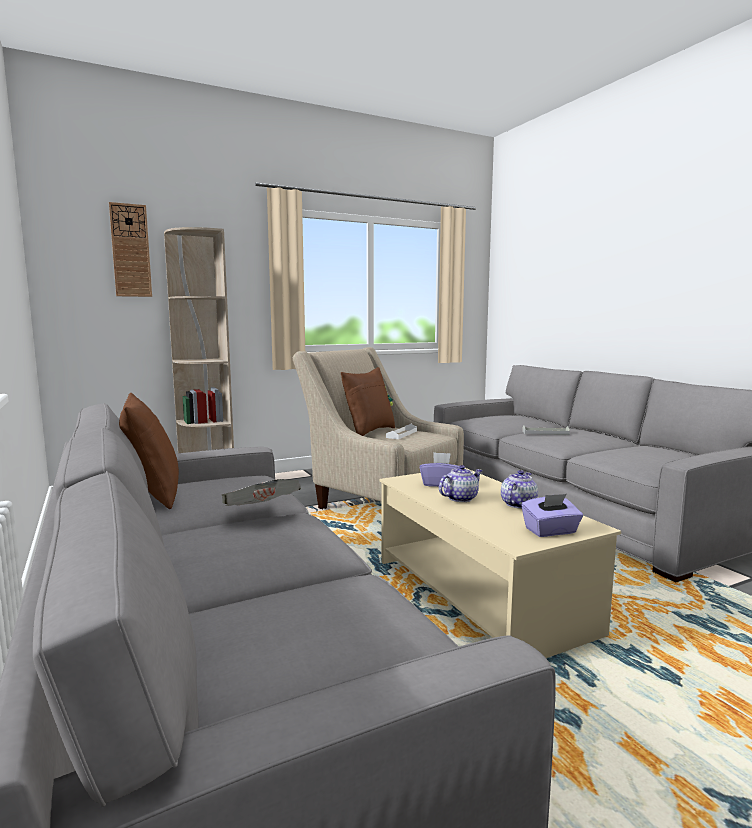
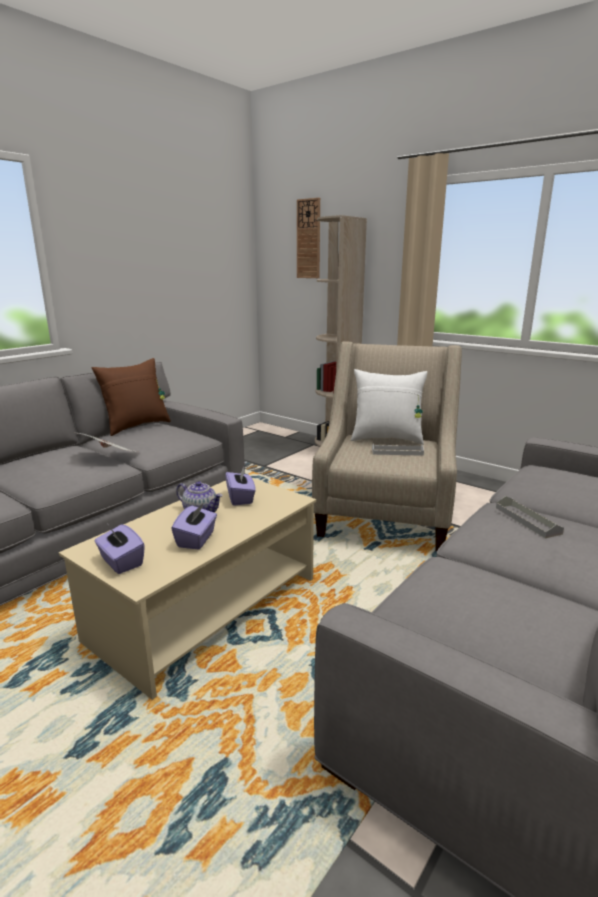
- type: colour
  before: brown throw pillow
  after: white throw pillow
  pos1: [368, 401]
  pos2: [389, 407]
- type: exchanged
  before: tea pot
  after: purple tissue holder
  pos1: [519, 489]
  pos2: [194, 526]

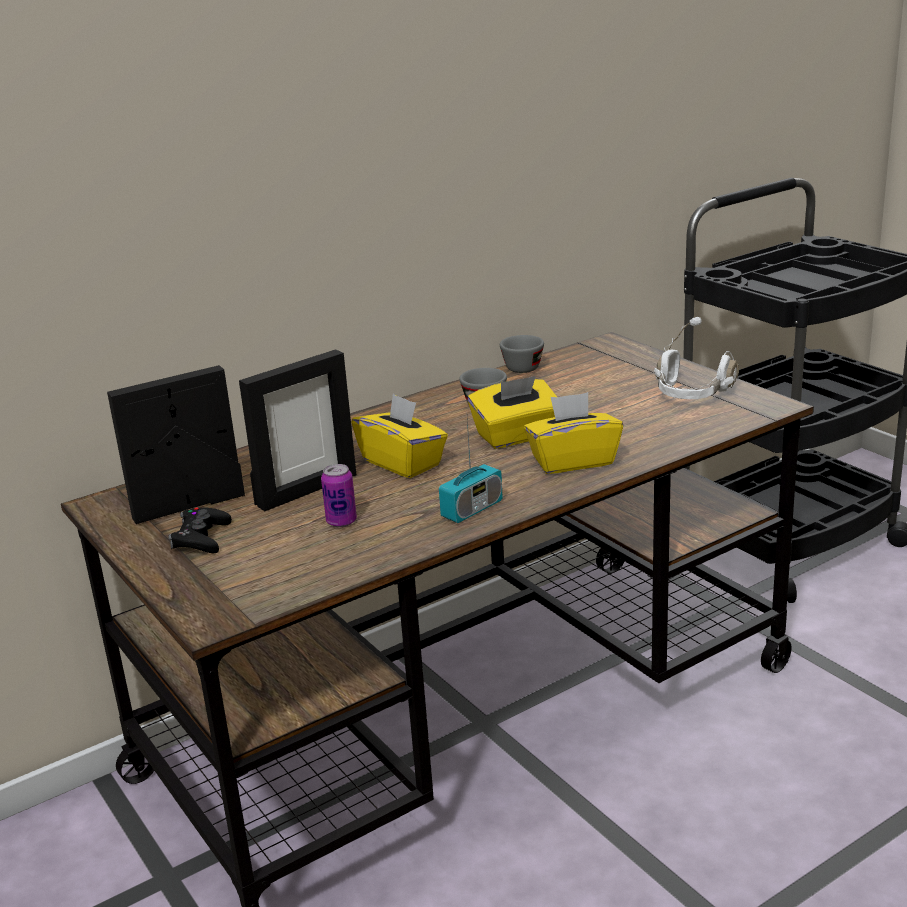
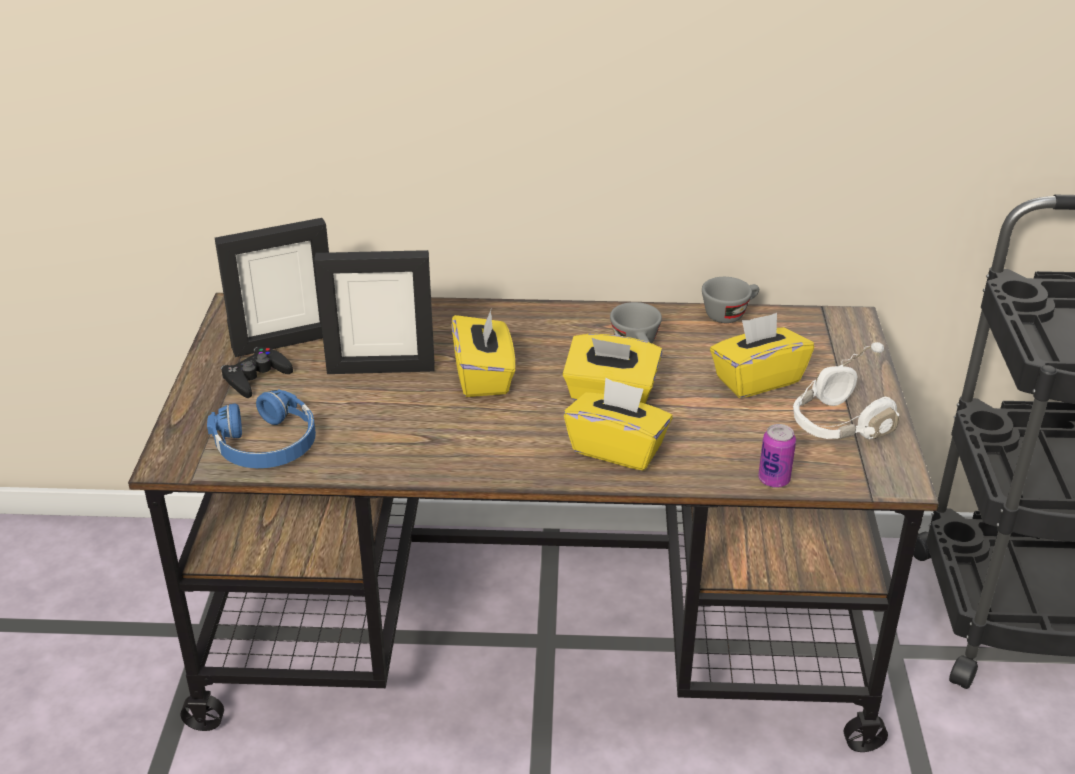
- type: spun
  before: photo frame
  pos1: [176, 444]
  pos2: [272, 287]
  turn: 150
- type: relocated
  before: can
  pos1: [339, 495]
  pos2: [777, 456]
- type: missing
  before: radio receiver
  pos1: [471, 471]
- type: appeared
  after: bluish headset
  pos2: [261, 429]
- type: appeared
  after: yellowish tissue holder
  pos2: [762, 355]

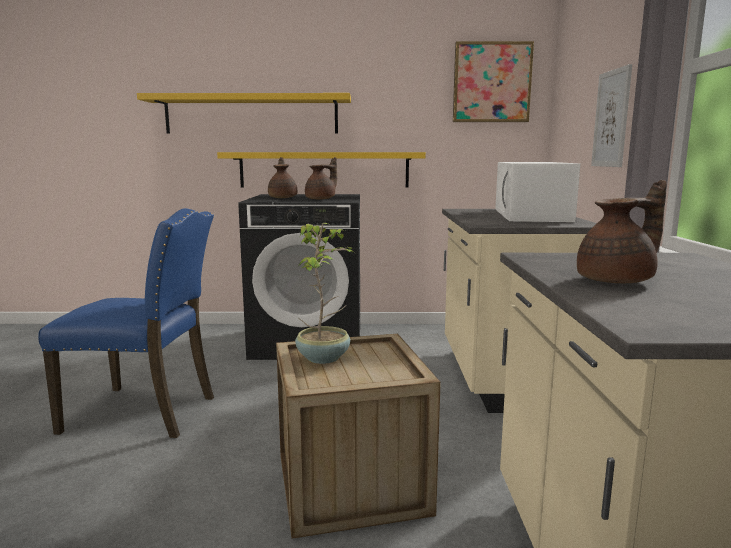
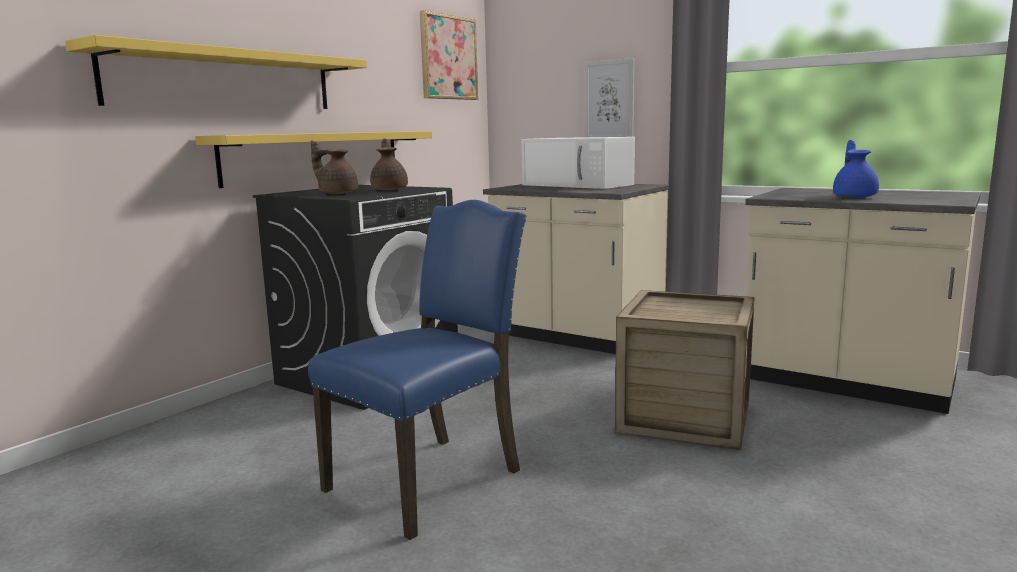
- type: missing
  before: houseplant
  pos1: [324, 293]
- type: colour
  before: brown tea pot
  after: bluish tea pot
  pos1: [622, 231]
  pos2: [856, 169]

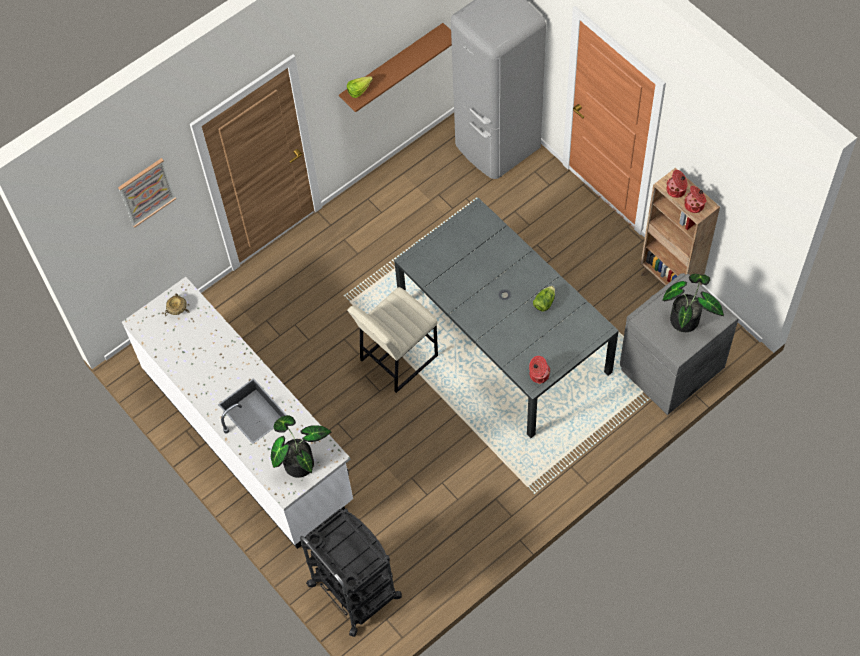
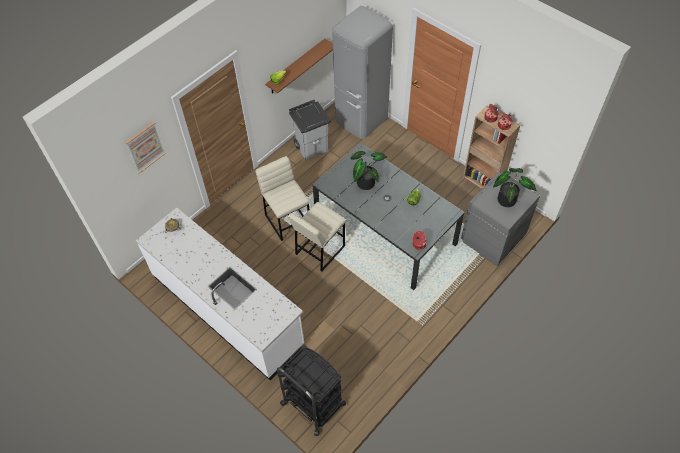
- type: relocated
  before: houseplant
  pos1: [301, 446]
  pos2: [369, 170]
- type: appeared
  after: beige-coloured plain chair
  pos2: [282, 198]
- type: appeared
  after: greyish trash can
  pos2: [310, 130]

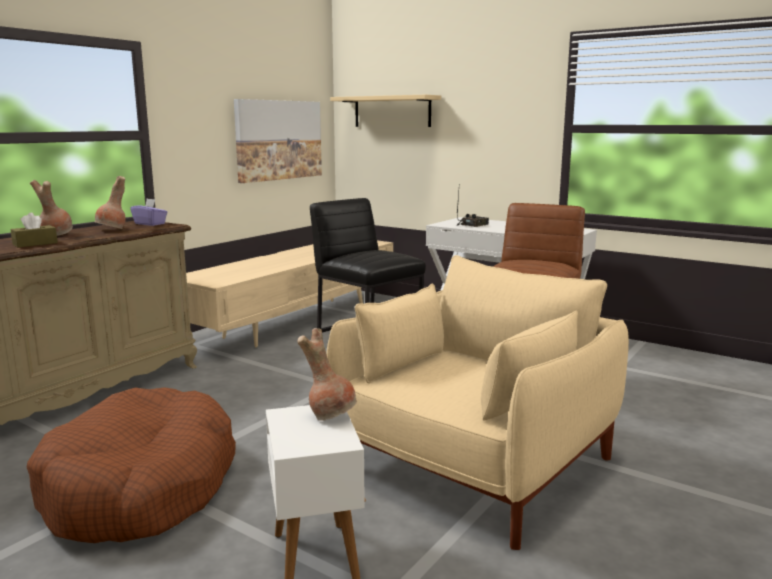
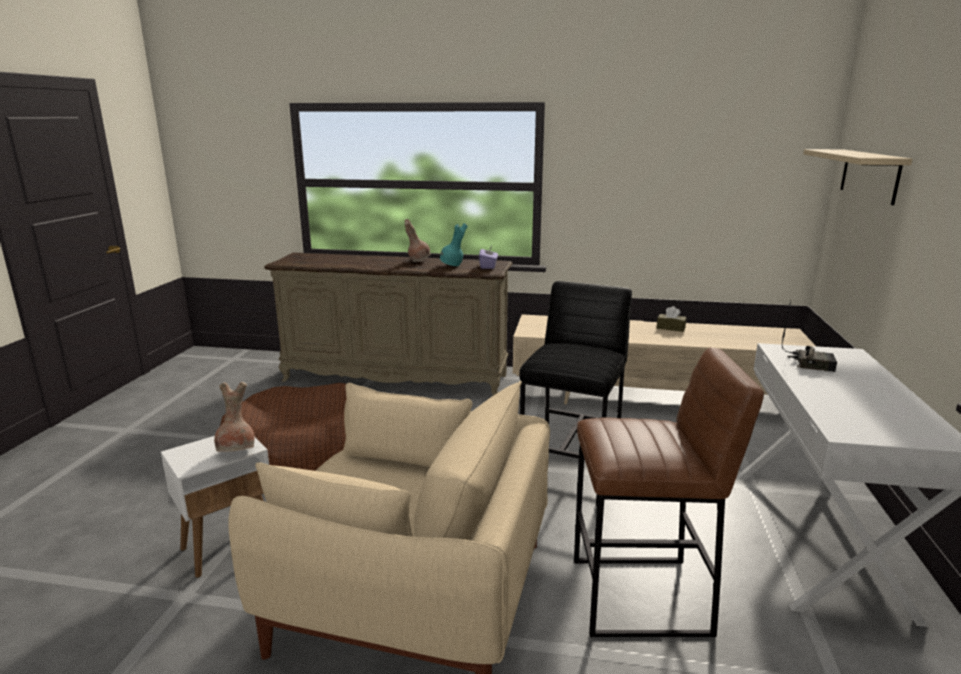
- type: relocated
  before: brown tissue holder
  pos1: [34, 230]
  pos2: [672, 319]
- type: colour
  before: brown decorative vase
  after: turquoise-coloured decorative vase
  pos1: [110, 202]
  pos2: [454, 244]
- type: missing
  before: wall picture
  pos1: [278, 141]

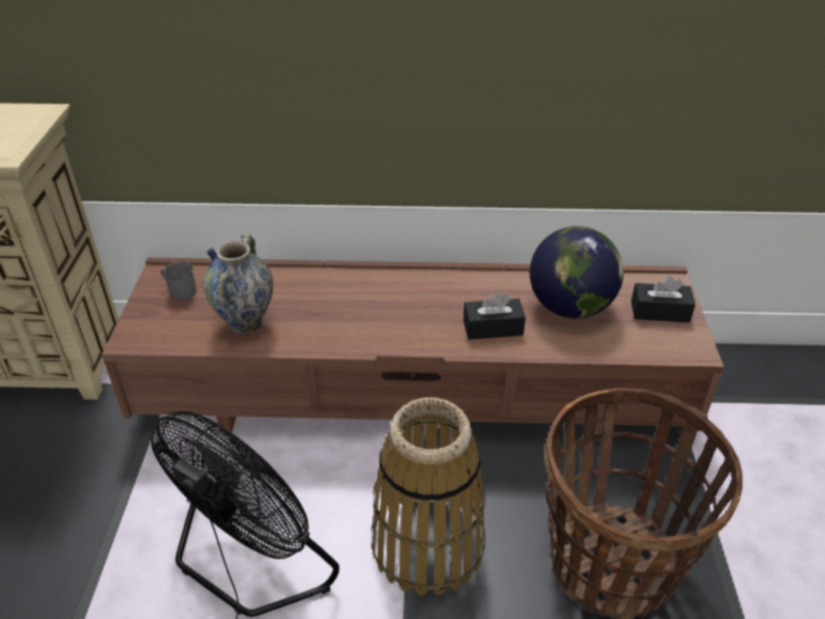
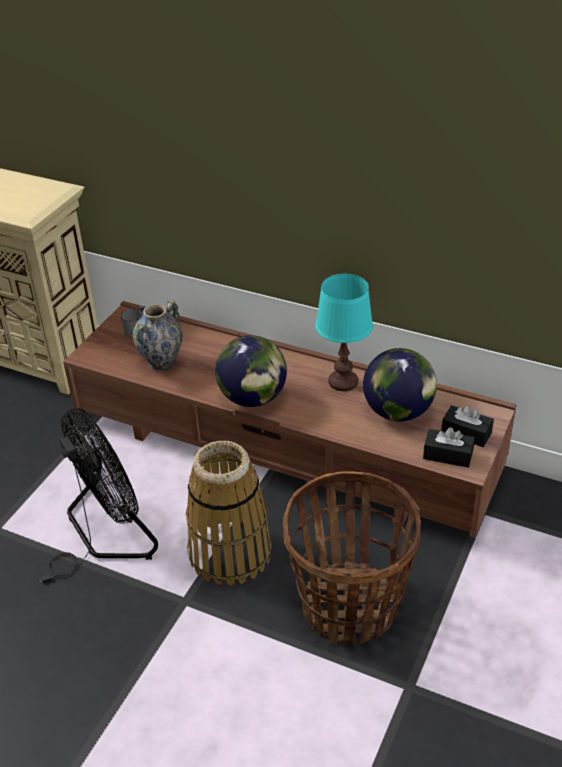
- type: relocated
  before: blackish tissue holder
  pos1: [494, 316]
  pos2: [449, 447]
- type: appeared
  after: world globe
  pos2: [251, 371]
- type: appeared
  after: turquoise-coloured table lamp
  pos2: [344, 332]

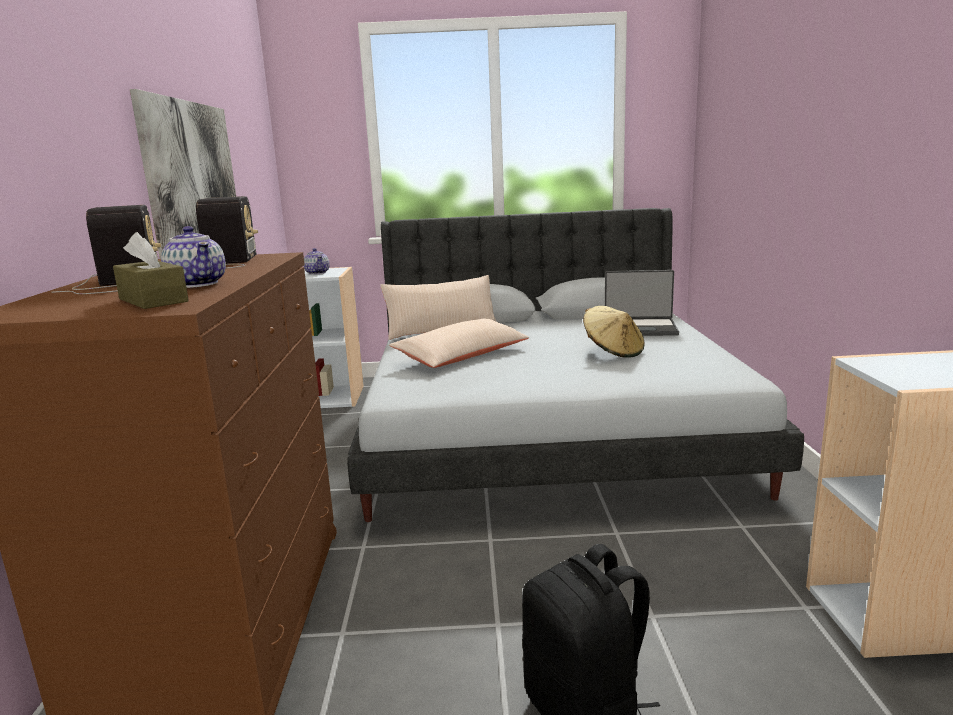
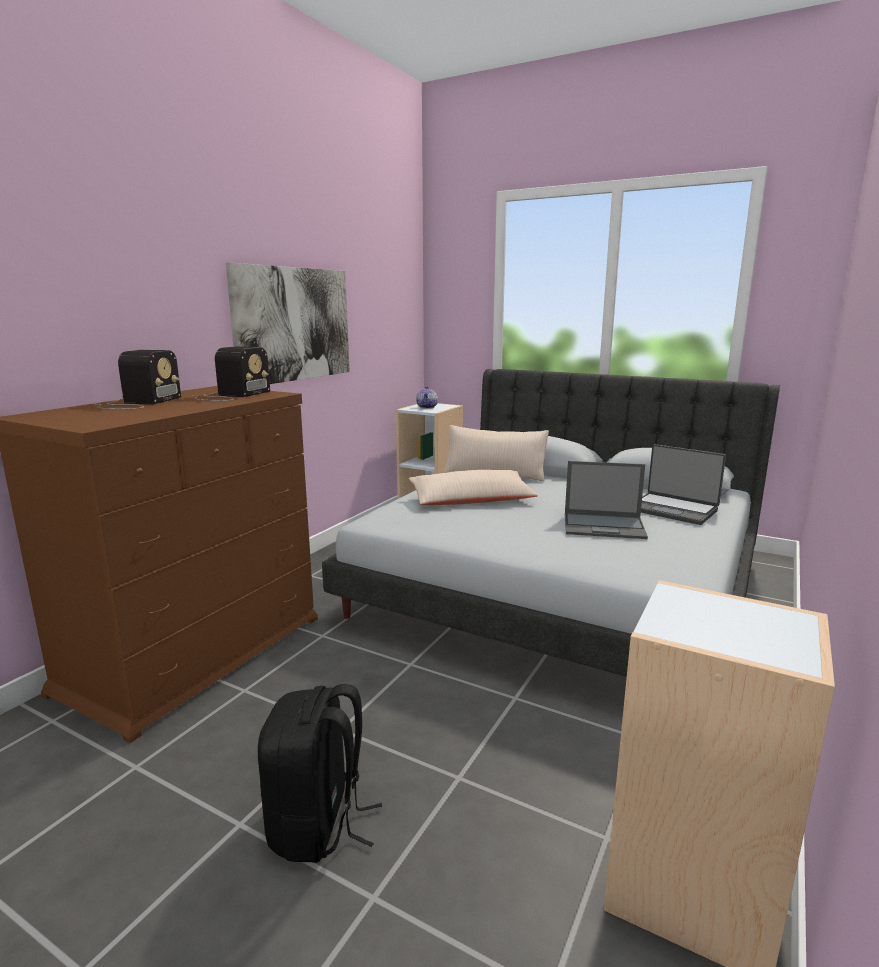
- type: missing
  before: brown tissue holder
  pos1: [151, 270]
- type: missing
  before: tea pot
  pos1: [193, 257]
- type: exchanged
  before: beige-coloured wearable hat
  after: notebook computer
  pos1: [614, 332]
  pos2: [606, 500]

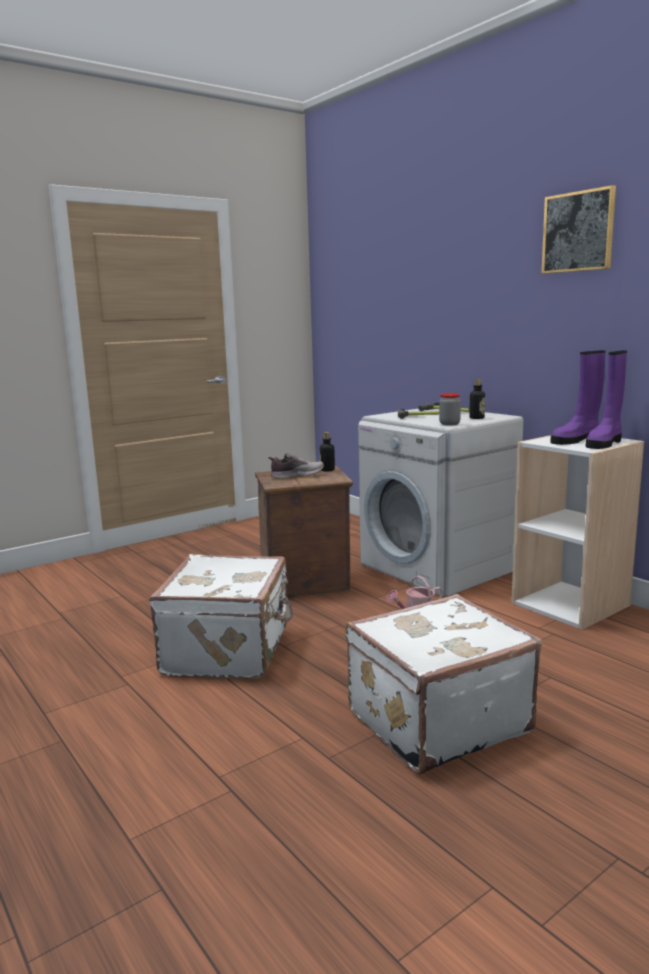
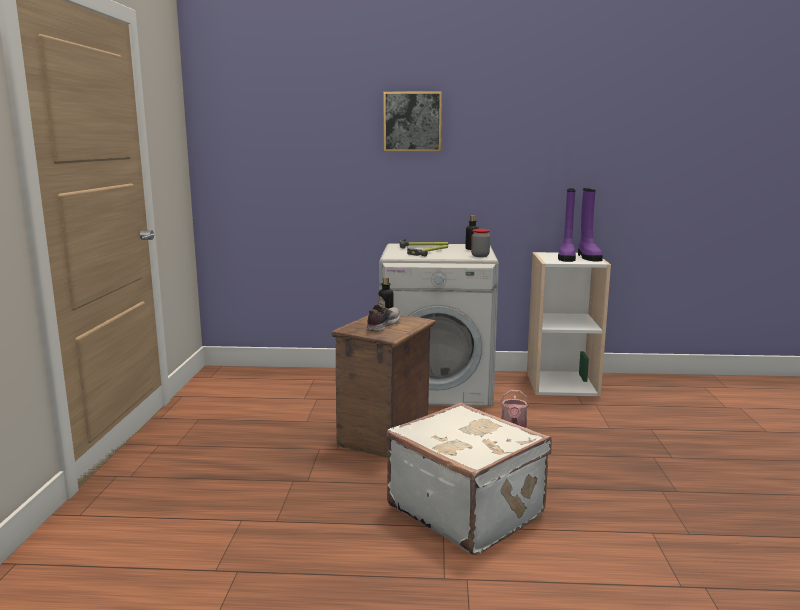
- type: missing
  before: white travel case
  pos1: [444, 684]
- type: relocated
  before: wall picture
  pos1: [578, 229]
  pos2: [412, 121]

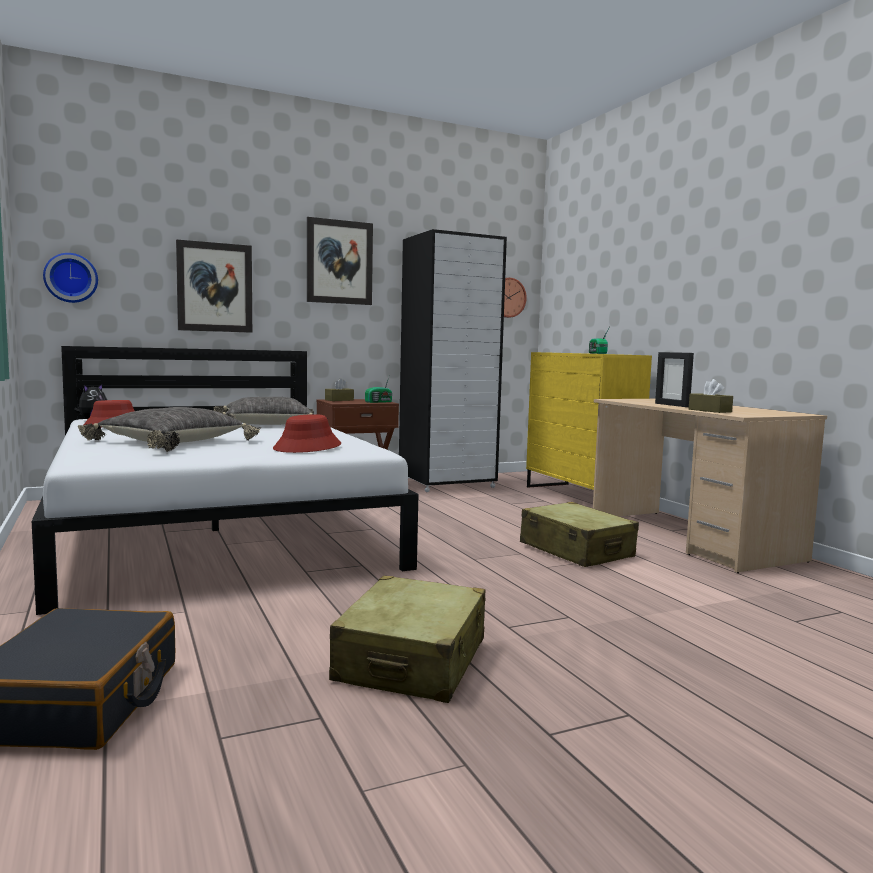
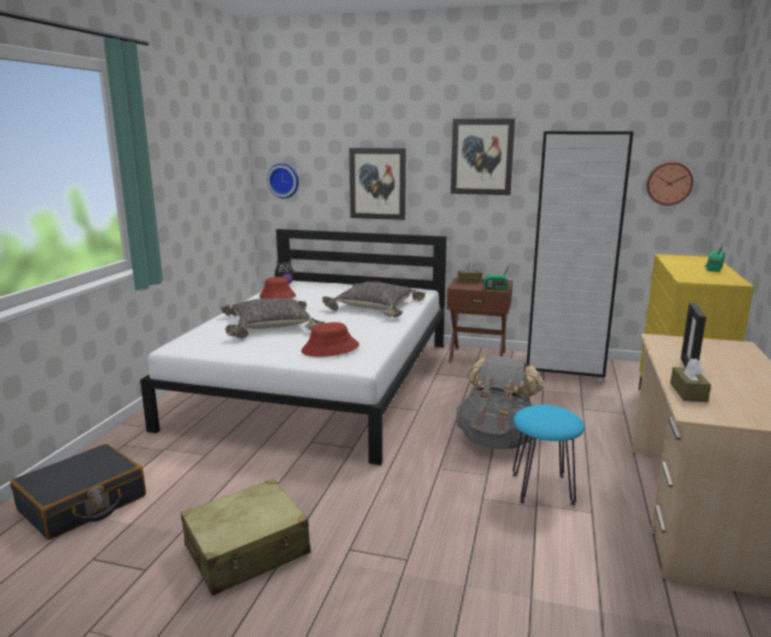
- type: exchanged
  before: beige-coloured travel case
  after: turquoise-coloured sitting stool
  pos1: [579, 534]
  pos2: [548, 455]
- type: appeared
  after: greyish knapsack
  pos2: [500, 402]

